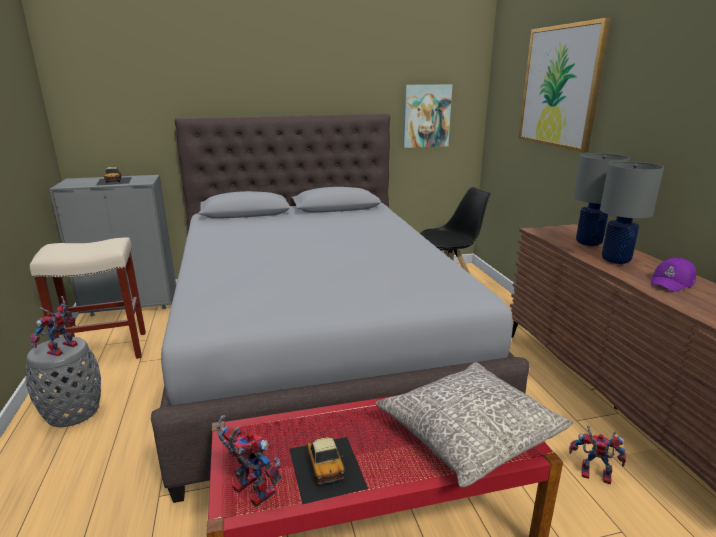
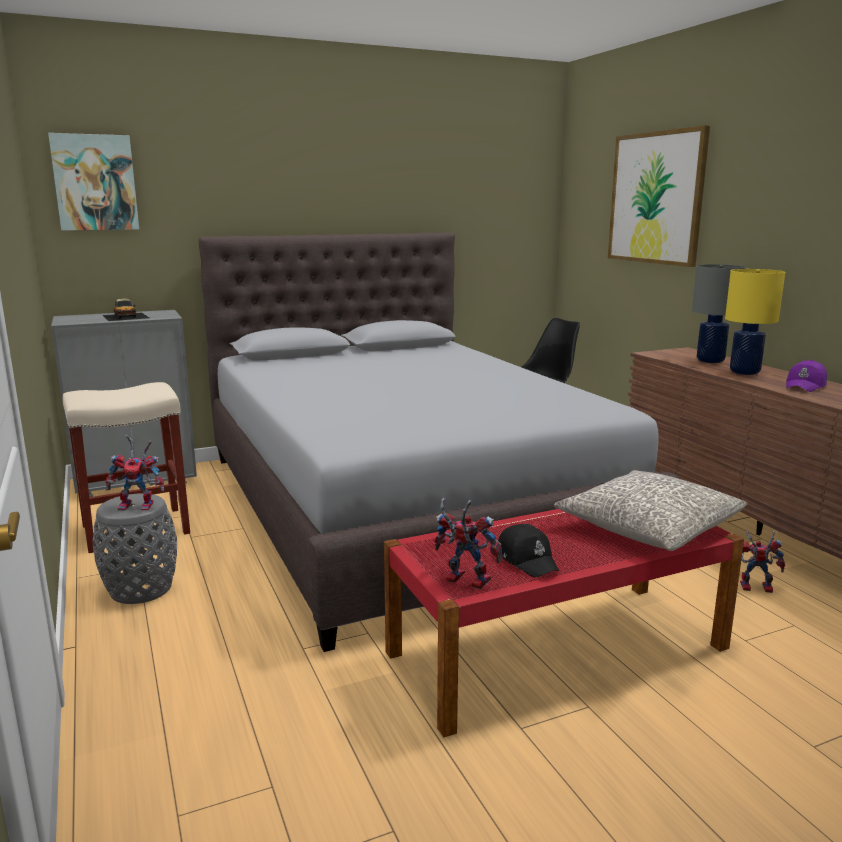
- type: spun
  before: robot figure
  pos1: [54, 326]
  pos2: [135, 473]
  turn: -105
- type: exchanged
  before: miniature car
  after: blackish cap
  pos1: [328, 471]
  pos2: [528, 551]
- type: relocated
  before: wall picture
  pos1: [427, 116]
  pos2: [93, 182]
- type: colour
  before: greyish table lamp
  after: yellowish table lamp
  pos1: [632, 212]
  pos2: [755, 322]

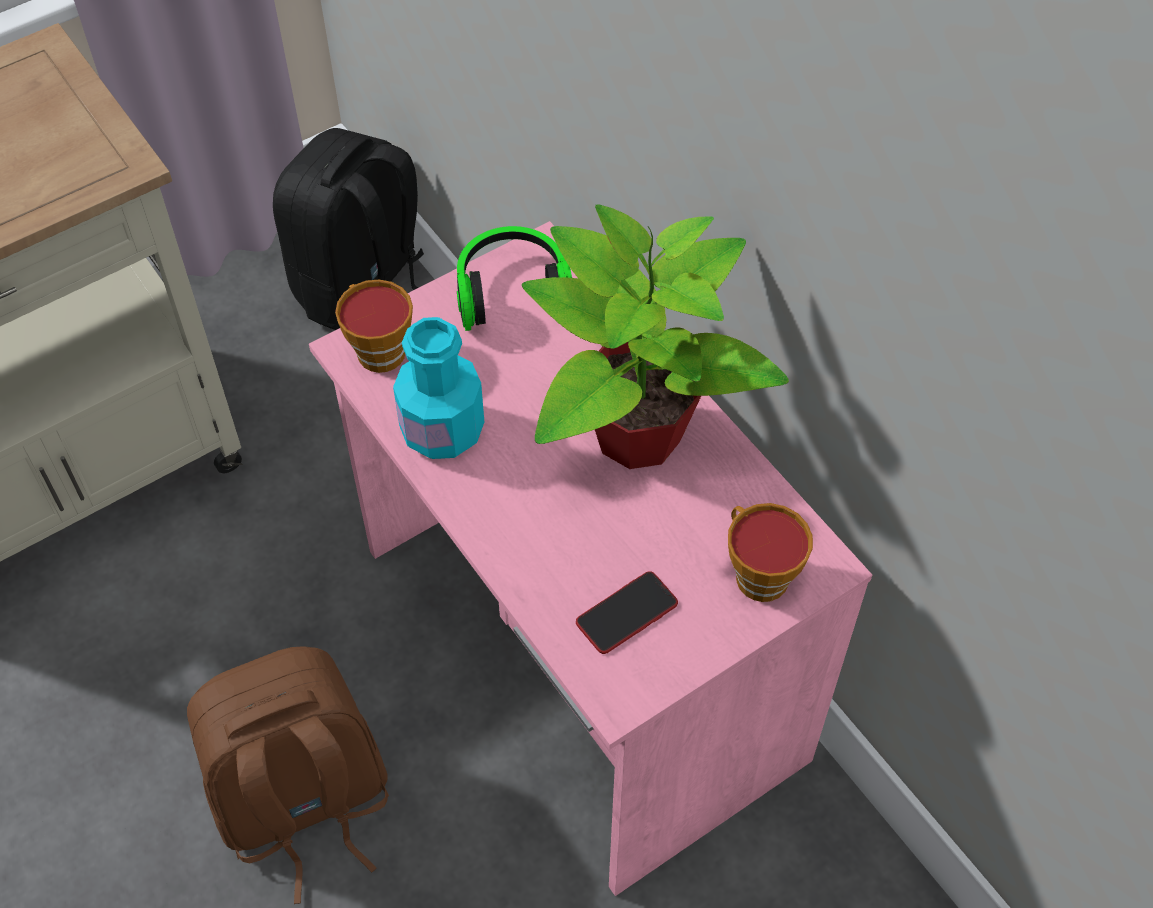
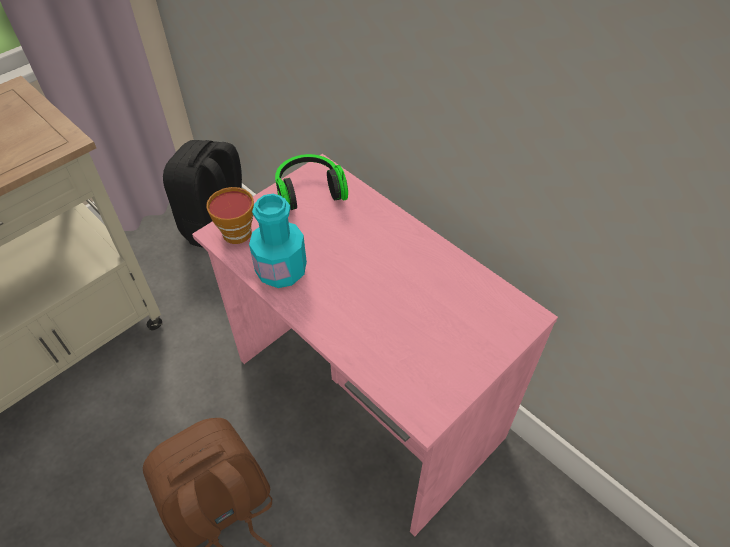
- type: missing
  before: houseplant
  pos1: [655, 336]
- type: missing
  before: phone
  pos1: [627, 612]
- type: missing
  before: drinking cup
  pos1: [770, 552]

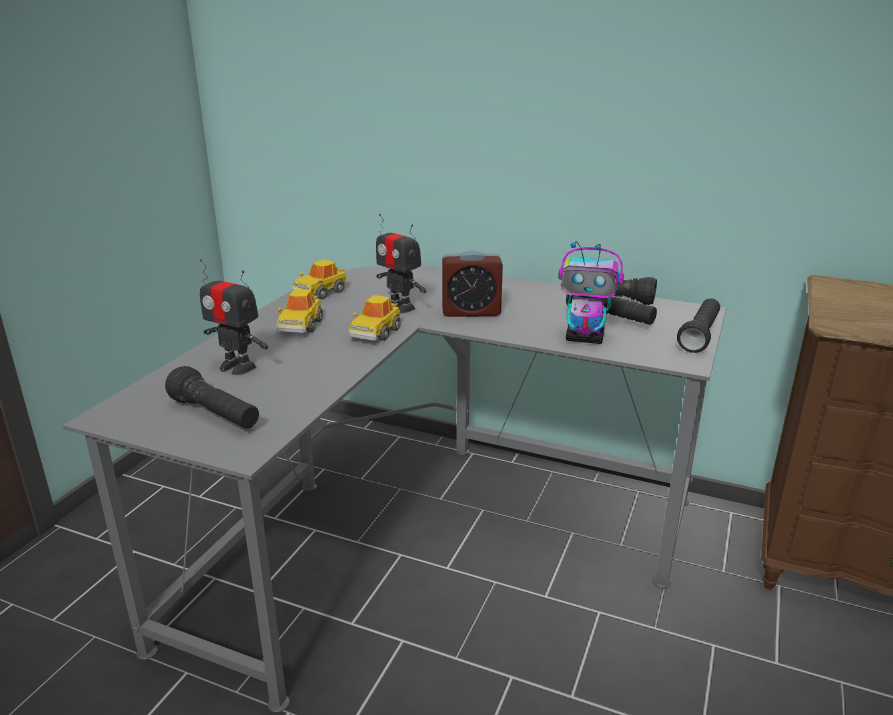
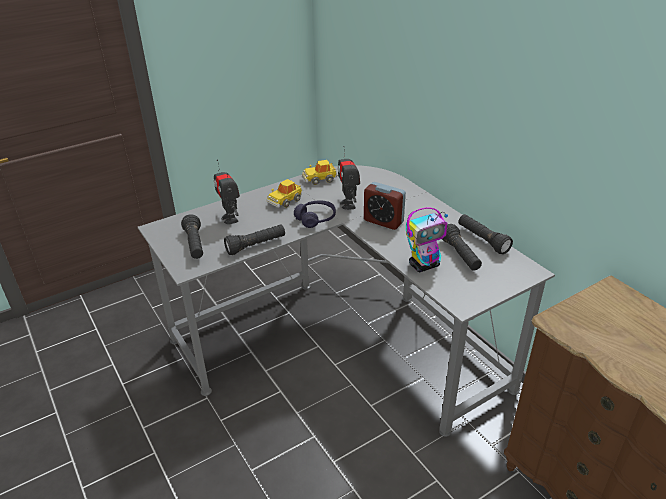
- type: exchanged
  before: miniature car
  after: purple headset
  pos1: [374, 318]
  pos2: [315, 214]
- type: spun
  before: robot figure
  pos1: [591, 293]
  pos2: [427, 239]
  turn: -75
- type: relocated
  before: blackish hand torch
  pos1: [698, 325]
  pos2: [254, 239]

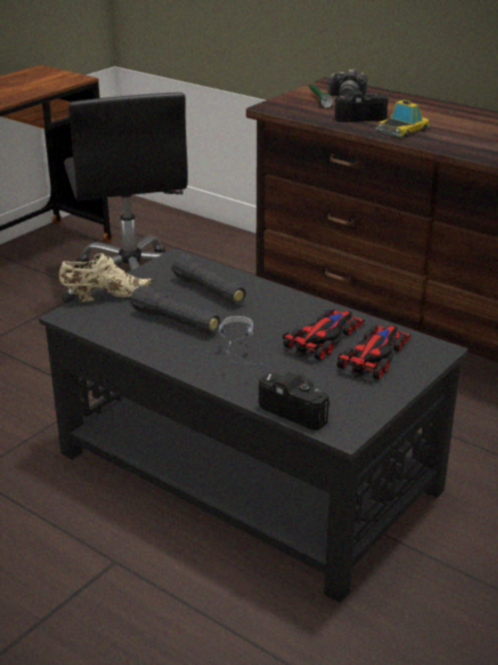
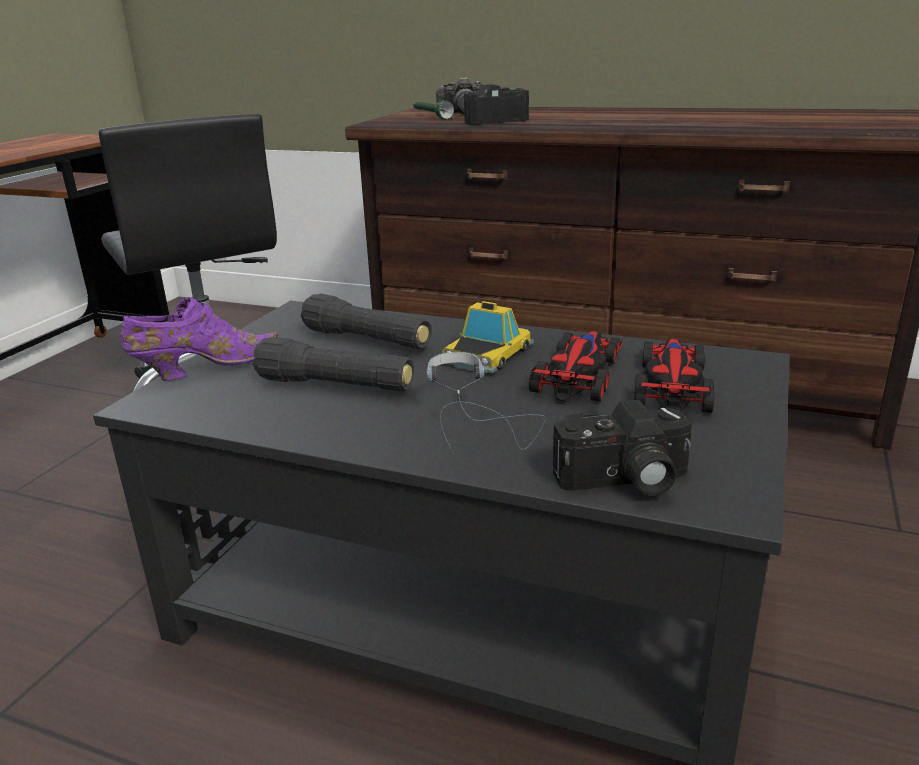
- type: colour
  before: beige-coloured item of footwear
  after: purple item of footwear
  pos1: [106, 277]
  pos2: [199, 339]
- type: spun
  before: photo camera
  pos1: [294, 401]
  pos2: [622, 448]
  turn: 150
- type: relocated
  before: miniature car
  pos1: [403, 118]
  pos2: [488, 337]

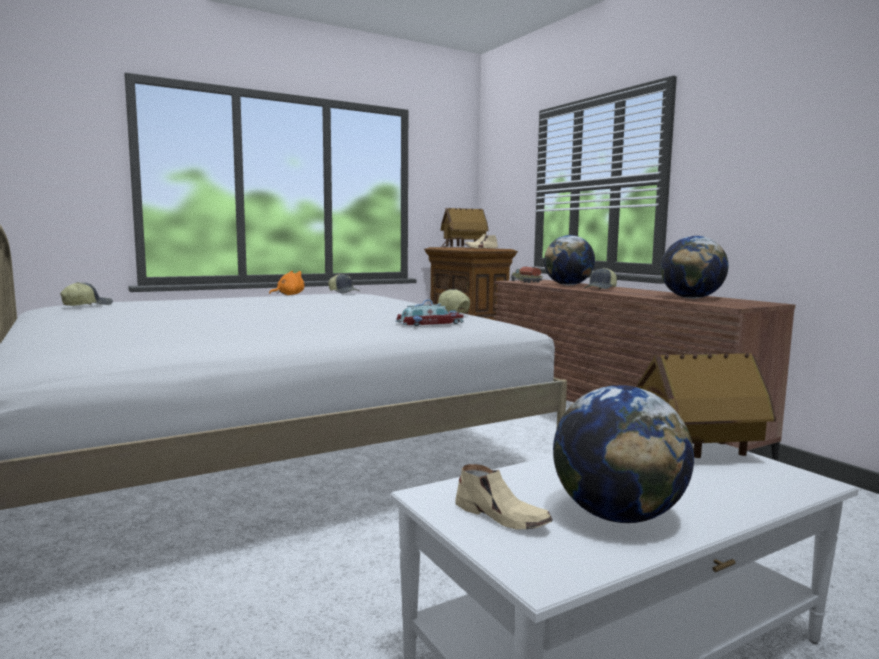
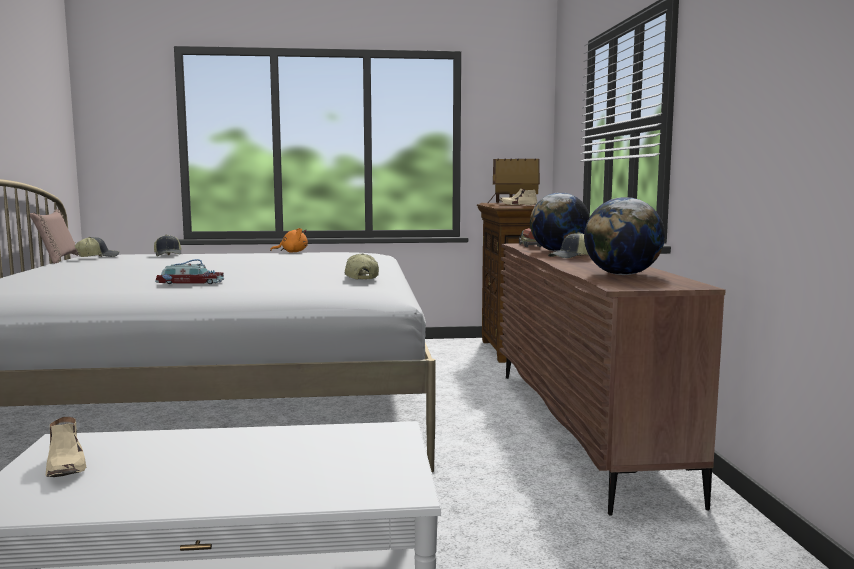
- type: relocated
  before: cap
  pos1: [344, 283]
  pos2: [168, 245]
- type: relocated
  before: miniature car
  pos1: [430, 312]
  pos2: [189, 271]
- type: missing
  before: world globe
  pos1: [623, 454]
- type: missing
  before: model house
  pos1: [706, 405]
- type: appeared
  after: beige-coloured throw pillow
  pos2: [54, 236]

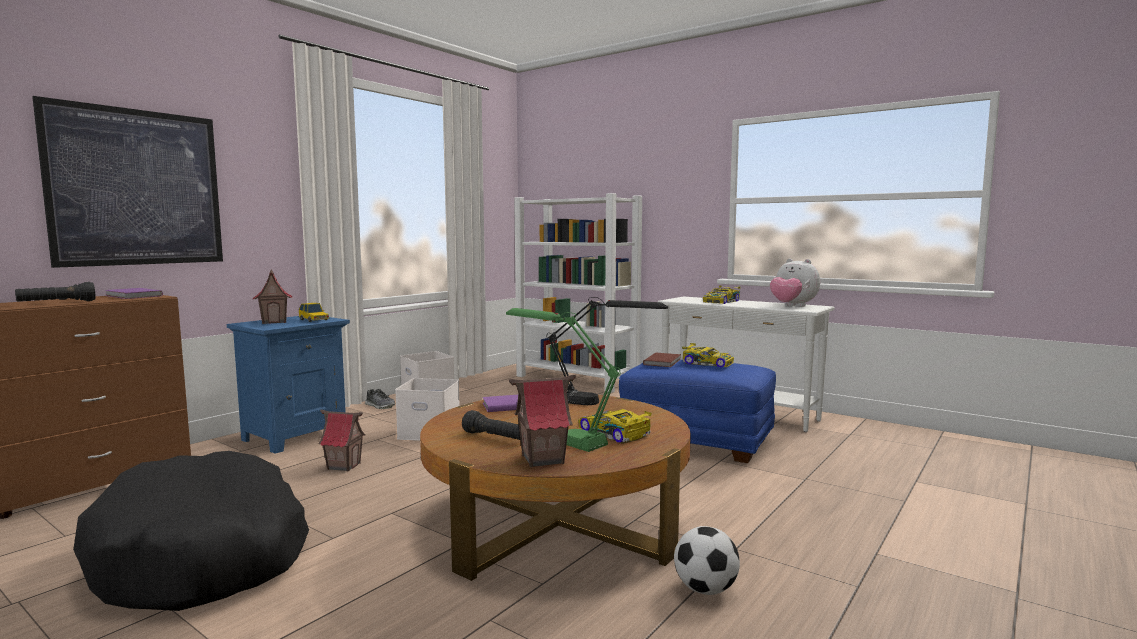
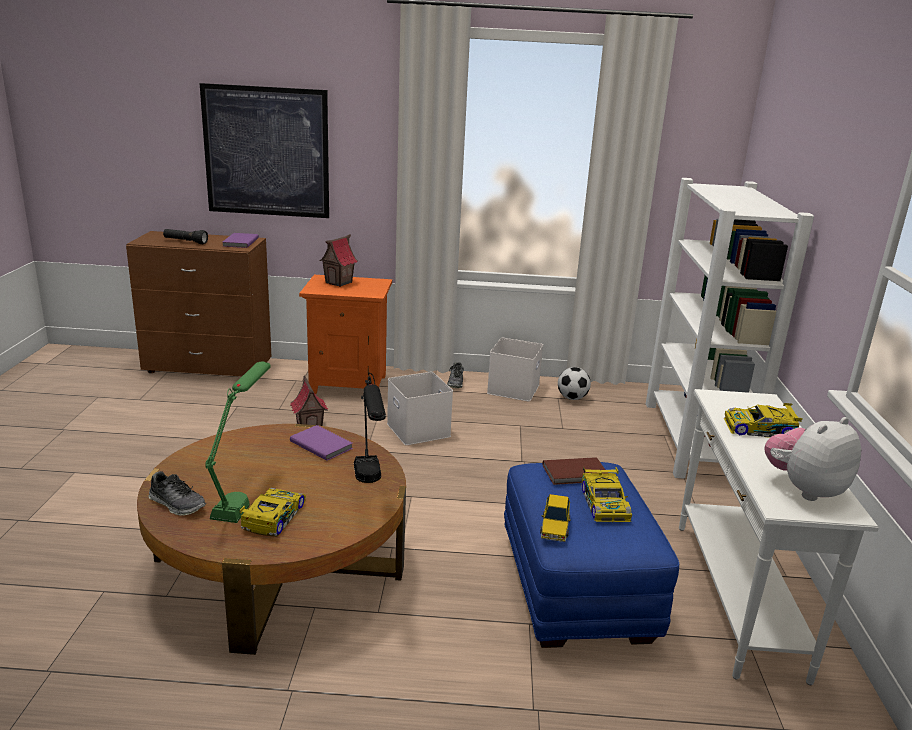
- type: missing
  before: blackish dog bed
  pos1: [191, 531]
- type: colour
  before: bluish nightstand
  after: orange-coloured nightstand
  pos1: [288, 385]
  pos2: [345, 334]
- type: relocated
  before: miniature car
  pos1: [314, 312]
  pos2: [555, 518]
- type: missing
  before: blackish hand torch
  pos1: [491, 425]
- type: exchanged
  before: model house
  after: item of footwear
  pos1: [542, 421]
  pos2: [177, 493]
- type: relocated
  before: football ball
  pos1: [707, 560]
  pos2: [574, 383]
- type: spun
  before: soft toy
  pos1: [795, 282]
  pos2: [812, 459]
  turn: 45

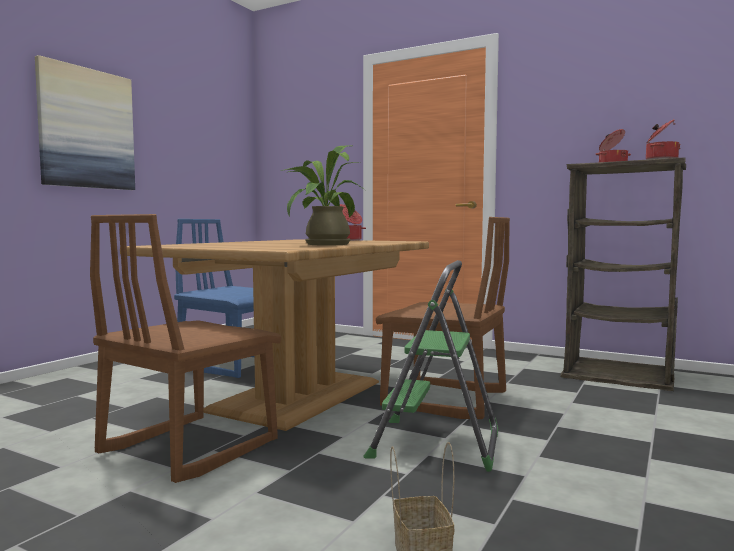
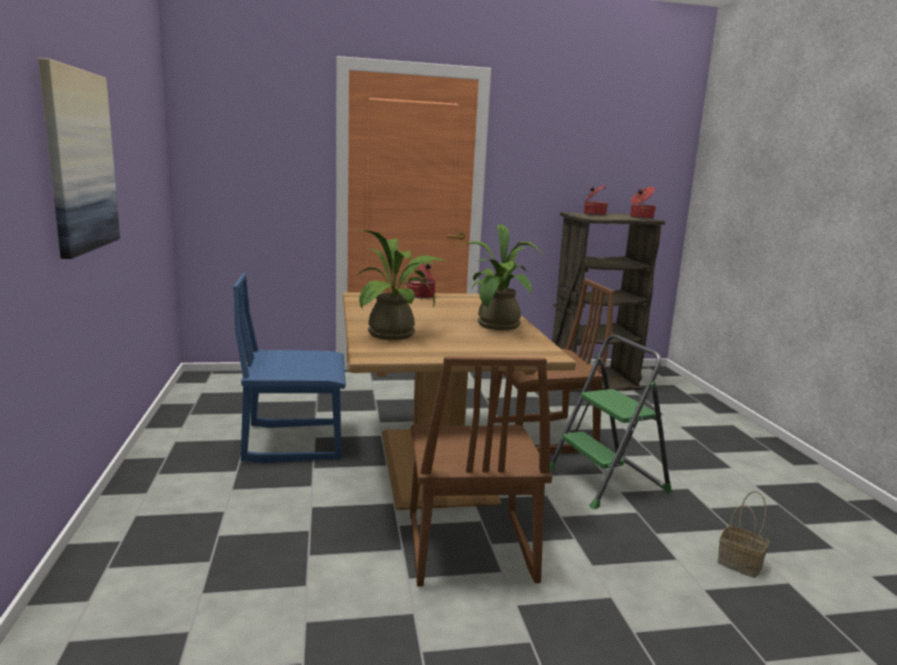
- type: appeared
  after: houseplant
  pos2: [401, 285]

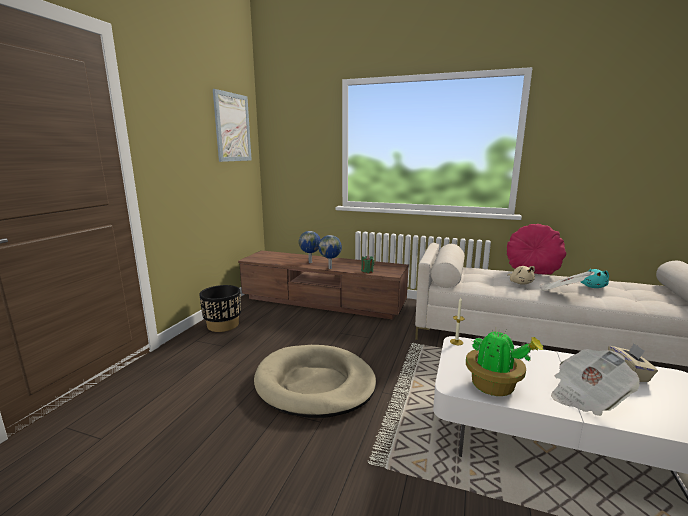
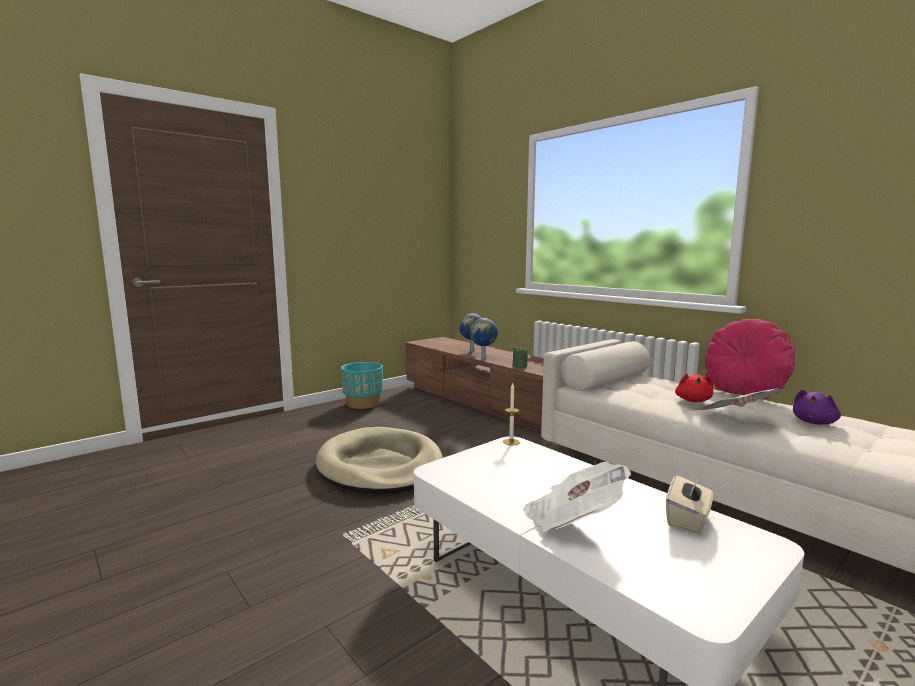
- type: colour
  before: blackish plant pot
  after: turquoise-coloured plant pot
  pos1: [220, 308]
  pos2: [362, 385]
- type: missing
  before: wall picture
  pos1: [232, 125]
- type: missing
  before: houseplant
  pos1: [504, 363]
- type: colour
  before: beige-coloured soft toy
  after: reddish soft toy
  pos1: [521, 275]
  pos2: [694, 388]
- type: colour
  before: turquoise-coloured soft toy
  after: purple soft toy
  pos1: [595, 278]
  pos2: [817, 407]

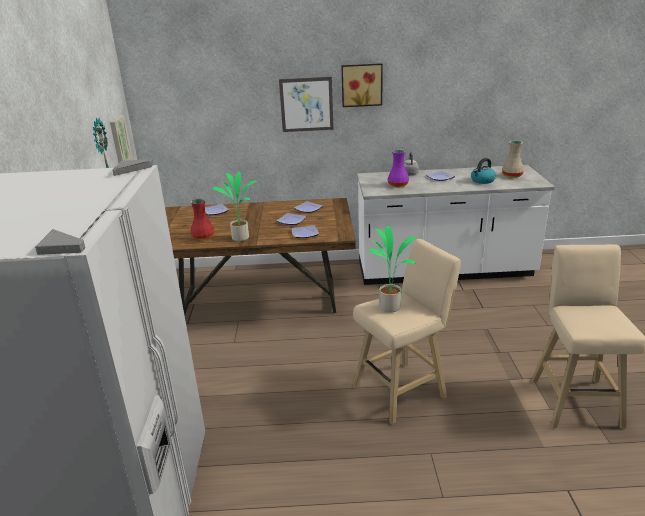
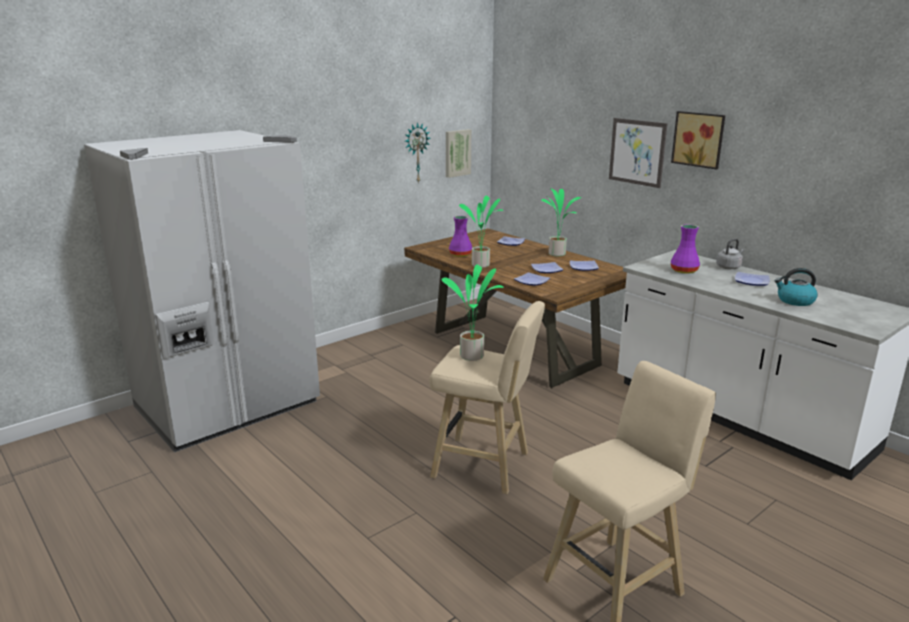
- type: colour
  before: reddish decorative vase
  after: purple decorative vase
  pos1: [202, 219]
  pos2: [460, 236]
- type: missing
  before: beige-coloured decorative vase
  pos1: [513, 159]
- type: appeared
  after: houseplant
  pos2: [561, 222]

